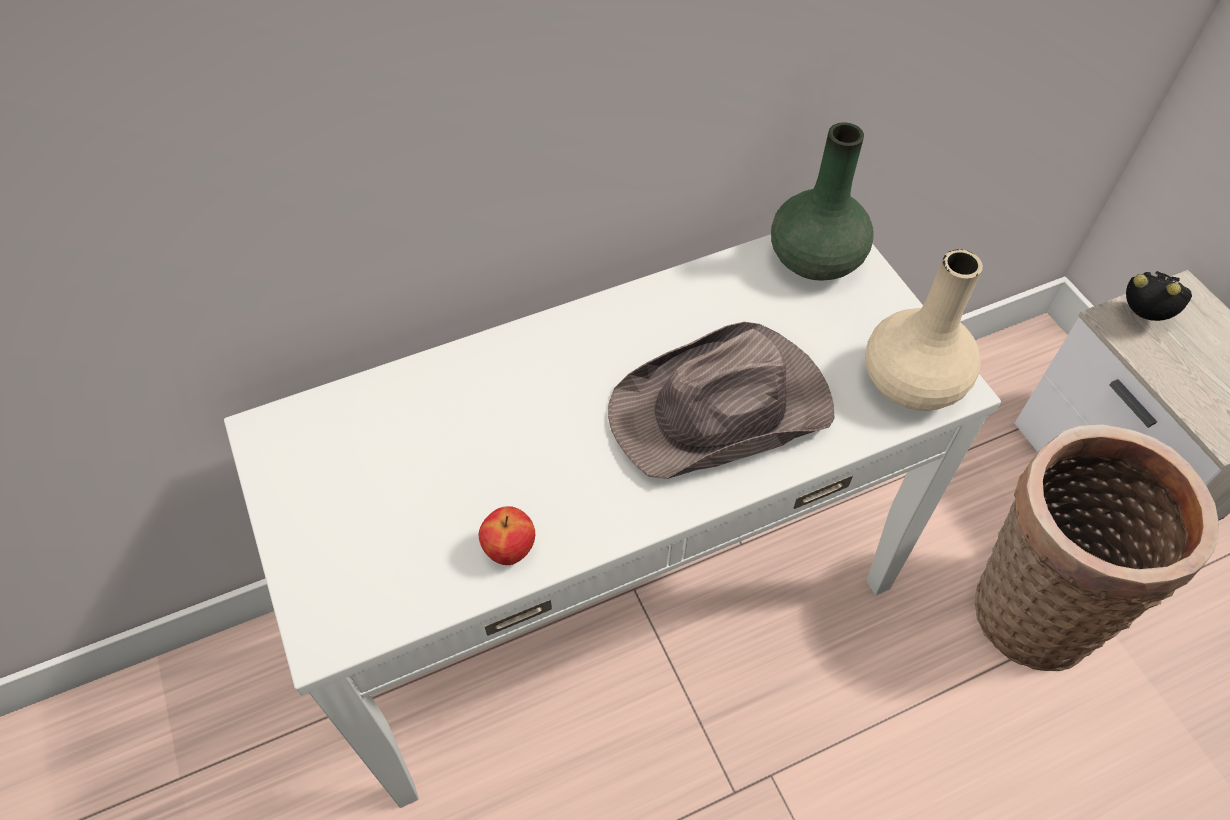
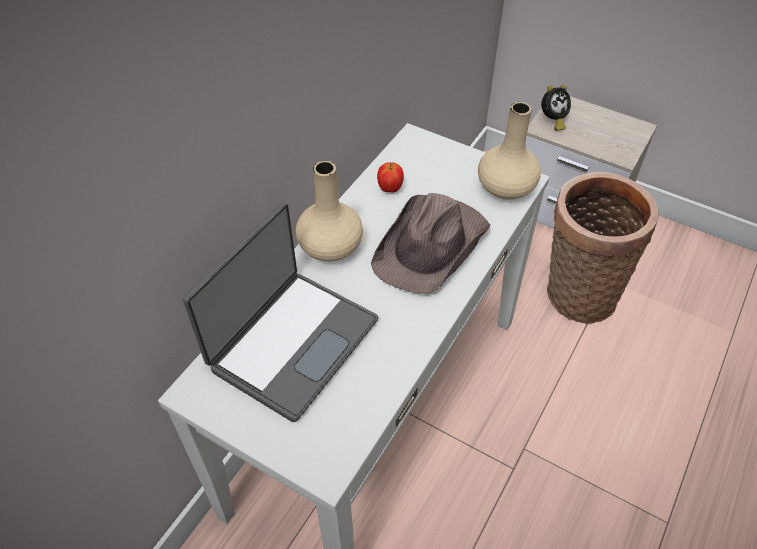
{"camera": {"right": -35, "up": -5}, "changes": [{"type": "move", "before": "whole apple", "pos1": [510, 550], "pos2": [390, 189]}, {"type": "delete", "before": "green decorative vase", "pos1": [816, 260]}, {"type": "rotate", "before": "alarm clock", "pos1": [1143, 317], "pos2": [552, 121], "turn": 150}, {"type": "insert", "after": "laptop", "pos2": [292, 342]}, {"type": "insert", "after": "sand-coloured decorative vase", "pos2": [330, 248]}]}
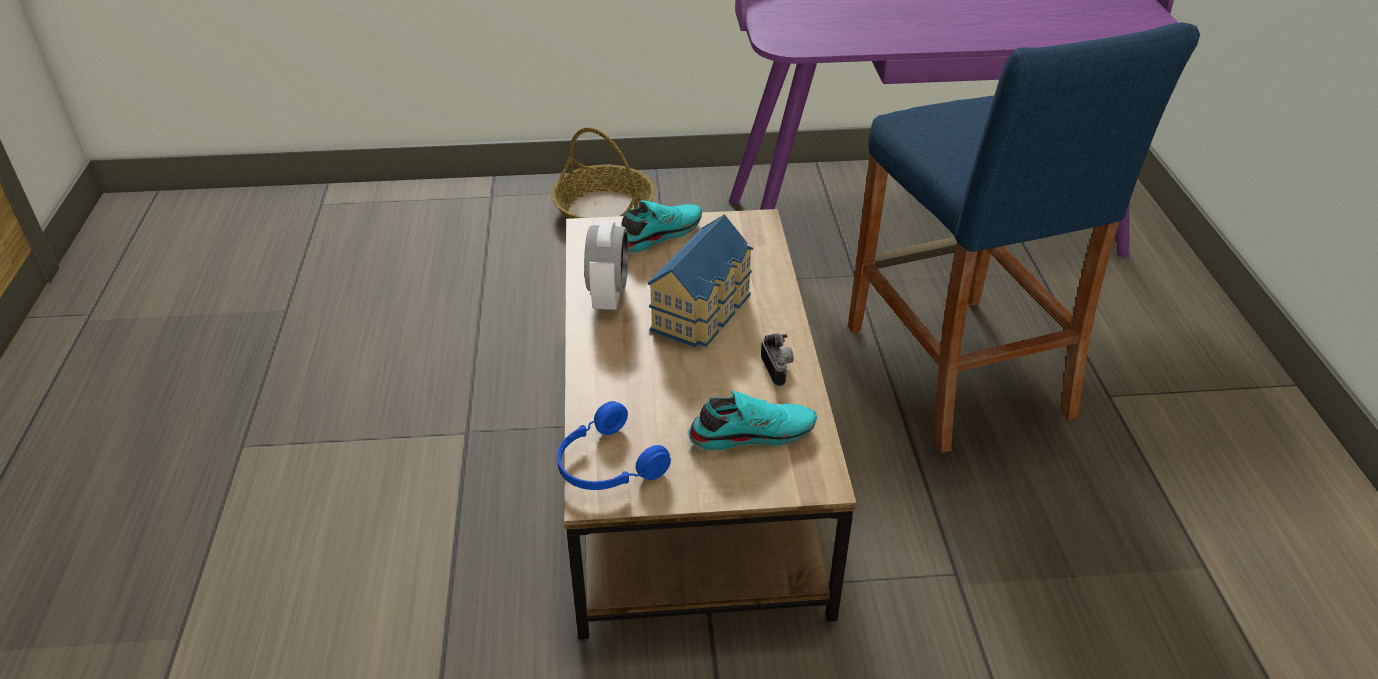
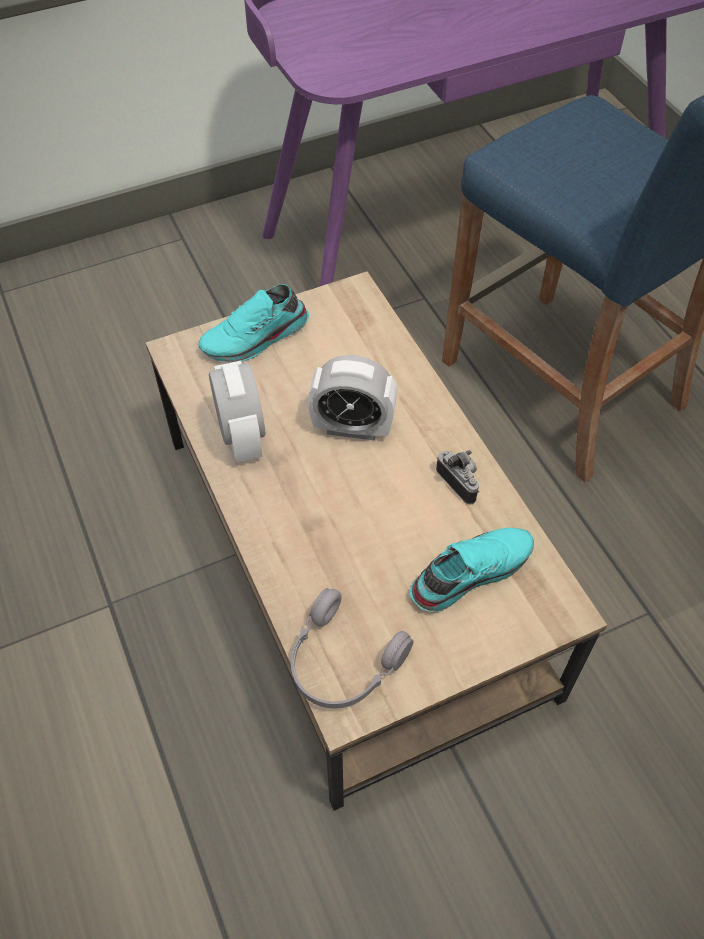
{"camera": {"right": -20, "up": 15}, "changes": [{"type": "delete", "before": "basket", "pos1": [604, 209]}, {"type": "recolor", "before": "blue pair of headphones", "after": "gray pair of headphones", "pos1": [606, 465], "pos2": [341, 663]}, {"type": "rotate", "before": "turquoise-coloured shoe", "pos1": [657, 234], "pos2": [256, 339], "turn": -150}, {"type": "replace", "before": "toy house", "after": "alarm clock", "pos1": [704, 311], "pos2": [352, 427]}]}
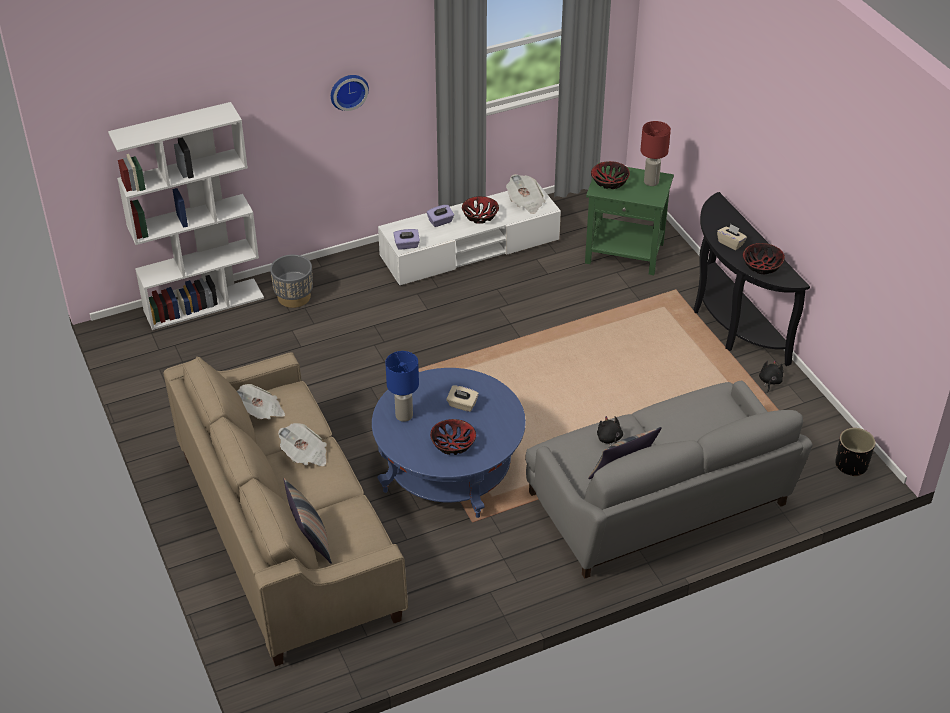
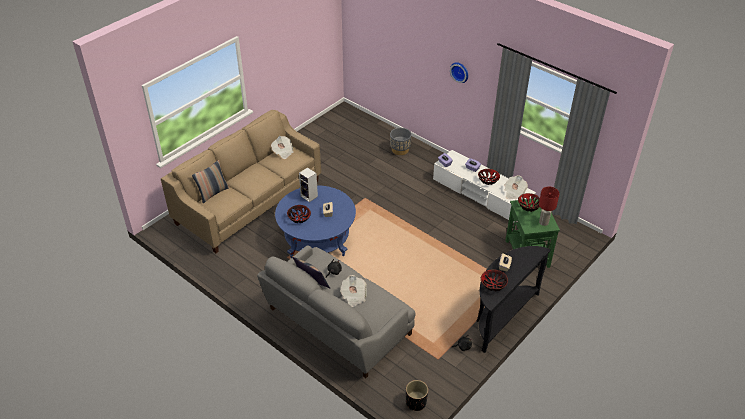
{"camera": {"right": 65, "up": 0}, "changes": [{"type": "delete", "before": "white bookcase", "pos1": [204, 303]}, {"type": "move", "before": "daily paper", "pos1": [305, 455], "pos2": [353, 296]}, {"type": "replace", "before": "blue table lamp", "after": "loudspeaker", "pos1": [404, 415], "pos2": [309, 196]}]}
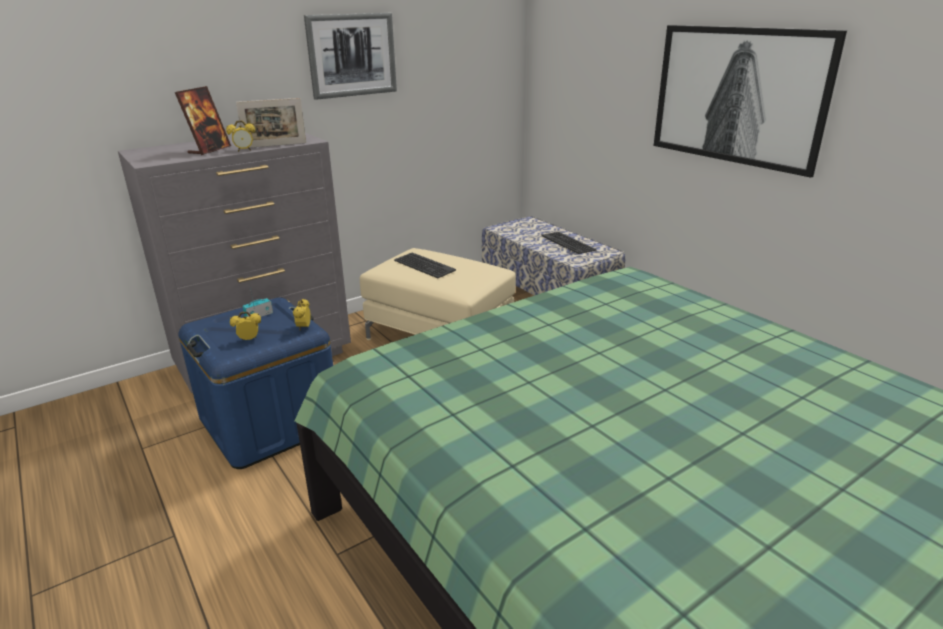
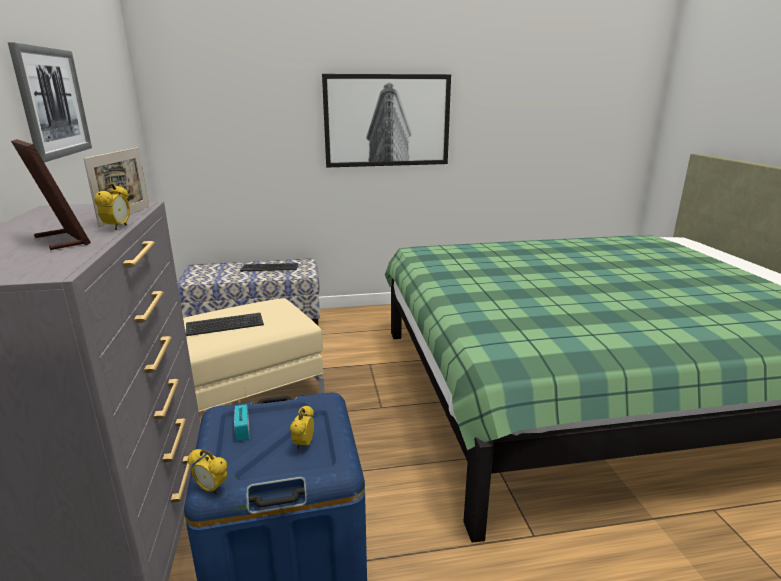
{"camera": {"right": -65, "up": -5}, "changes": [{"type": "move", "before": "alarm clock", "pos1": [304, 328], "pos2": [211, 489]}]}
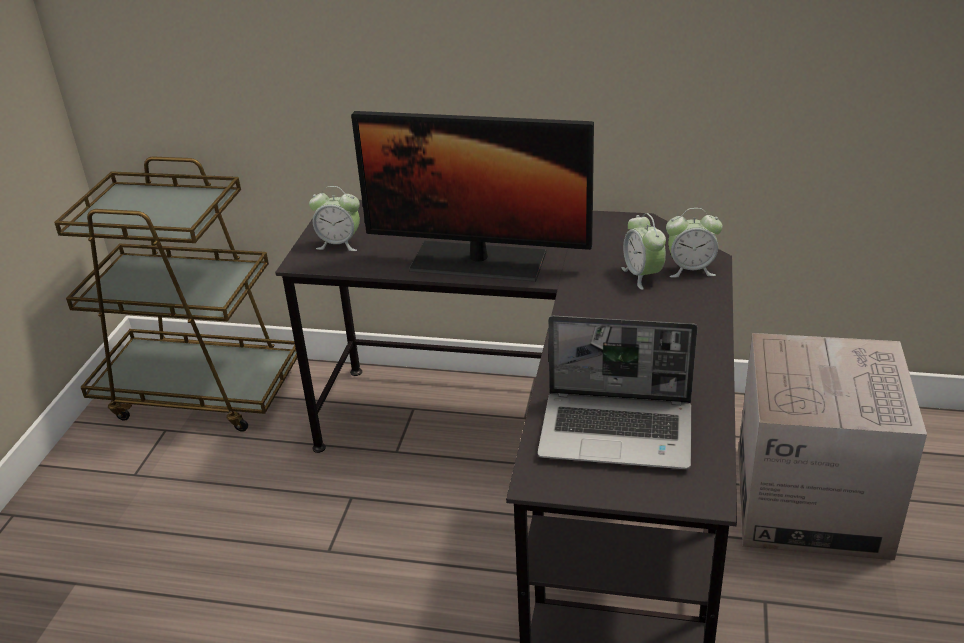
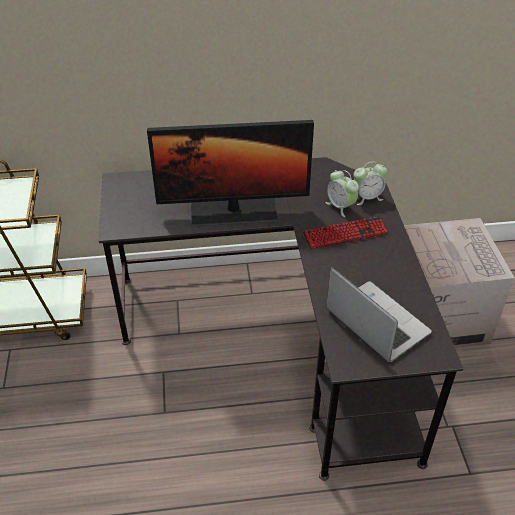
{"camera": {"right": -20, "up": 10}, "changes": [{"type": "delete", "before": "alarm clock", "pos1": [339, 244]}, {"type": "rotate", "before": "laptop", "pos1": [618, 431], "pos2": [375, 322], "turn": -120}, {"type": "insert", "after": "computer keyboard", "pos2": [345, 234]}]}
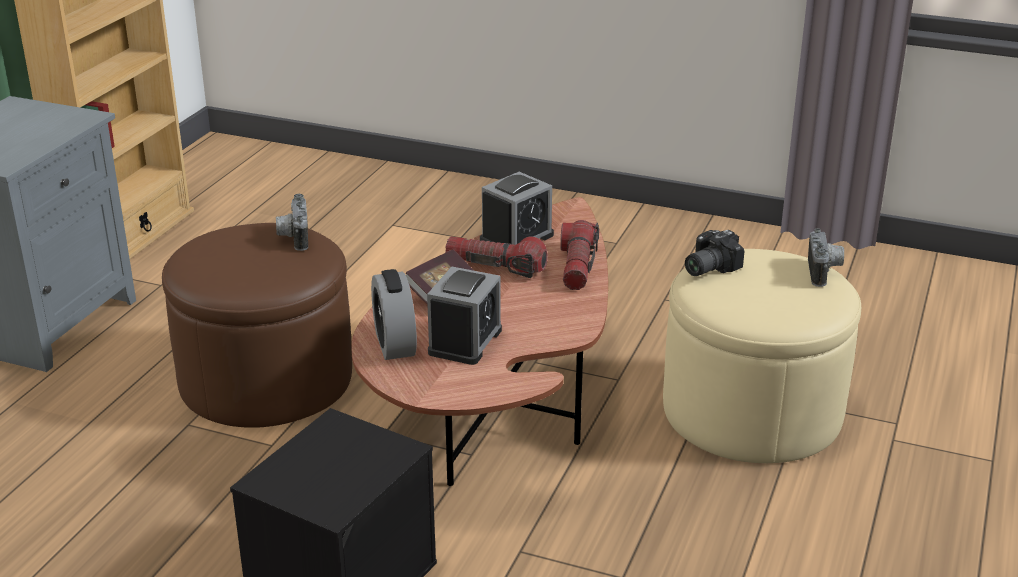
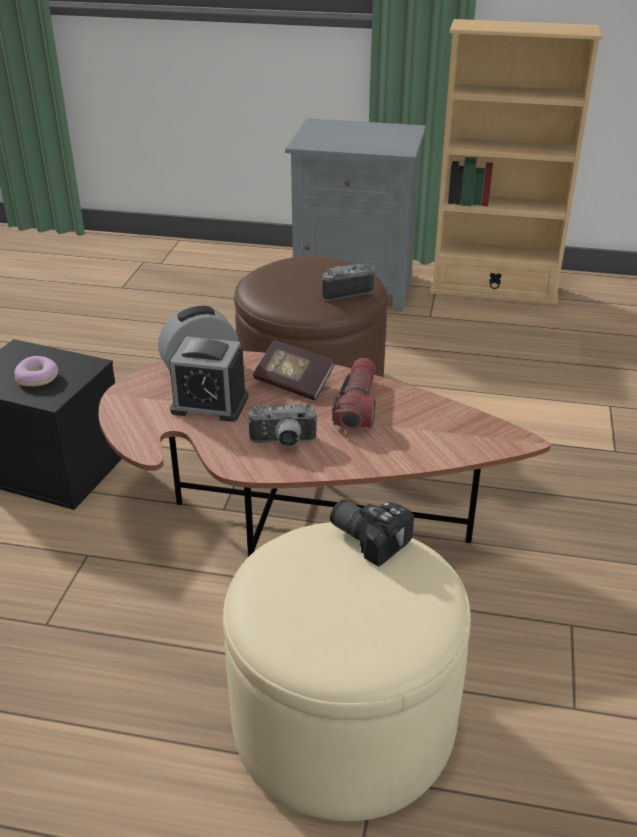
{"camera": {"right": 80, "up": 5}, "changes": [{"type": "delete", "before": "alarm clock", "pos1": [516, 238]}, {"type": "delete", "before": "torch", "pos1": [577, 267]}, {"type": "move", "before": "still camera", "pos1": [824, 272], "pos2": [283, 443]}, {"type": "insert", "after": "donut", "pos2": [38, 378]}]}
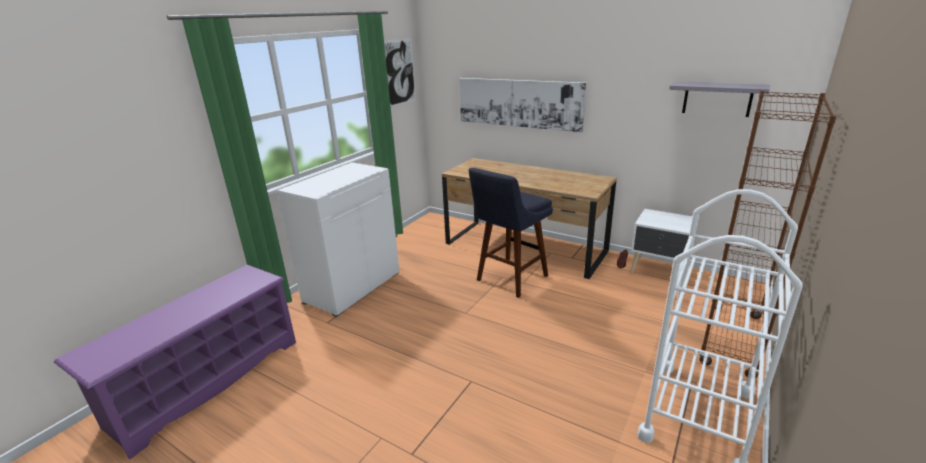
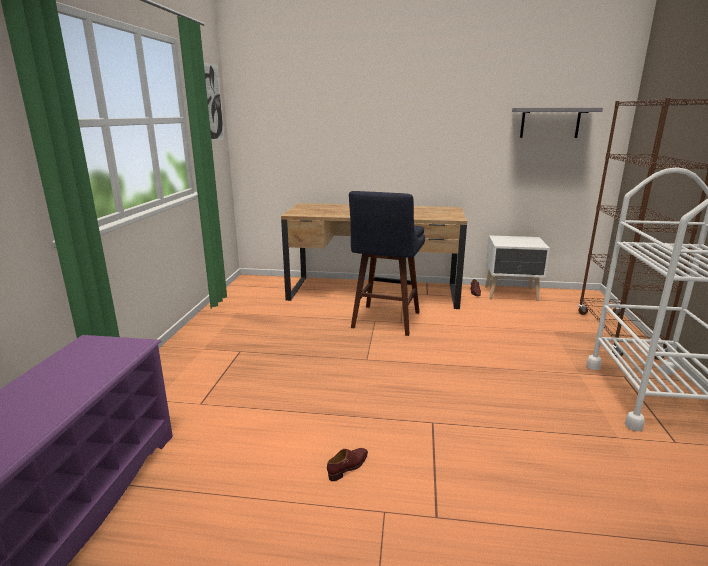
{"camera": {"right": -25, "up": -5}, "changes": [{"type": "delete", "before": "white storage cabinet", "pos1": [352, 287]}, {"type": "delete", "before": "wall art", "pos1": [518, 103]}, {"type": "insert", "after": "brown shoe", "pos2": [348, 467]}]}
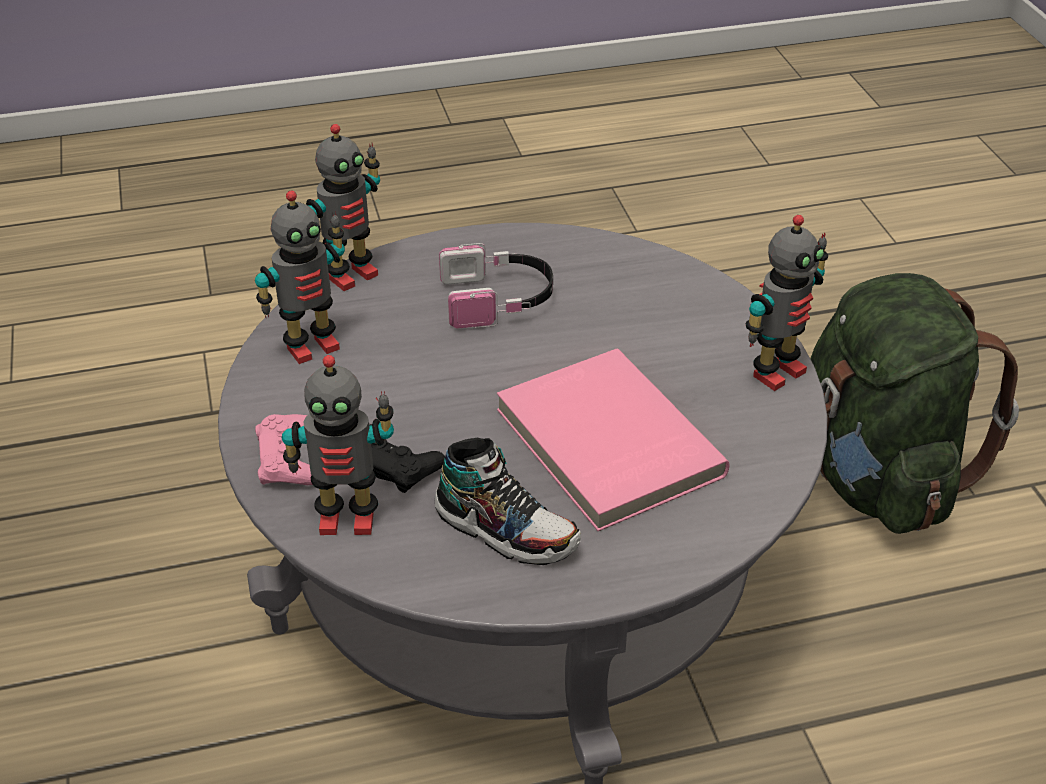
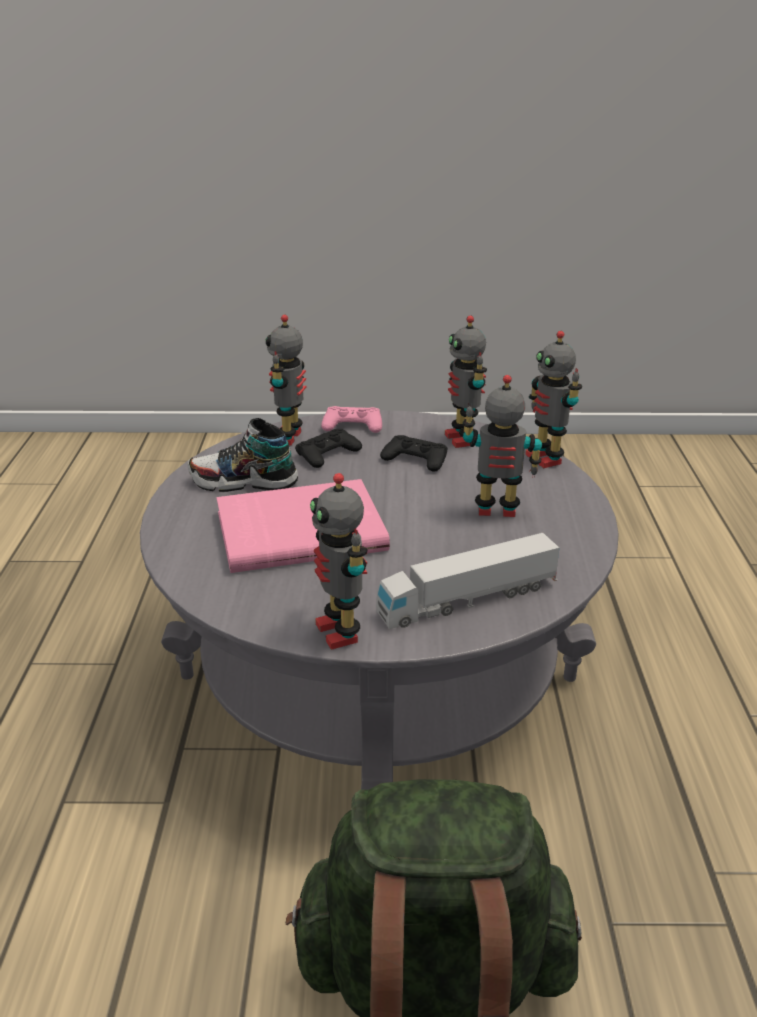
{"camera": {"right": 105, "up": -10}, "changes": [{"type": "rotate", "before": "shoe", "pos1": [506, 530], "pos2": [244, 482], "turn": 45}, {"type": "replace", "before": "pair of headphones", "after": "toy robot", "pos1": [498, 300], "pos2": [496, 512]}, {"type": "insert", "after": "model truck", "pos2": [468, 599]}, {"type": "insert", "after": "black-coloured joypad", "pos2": [415, 459]}]}
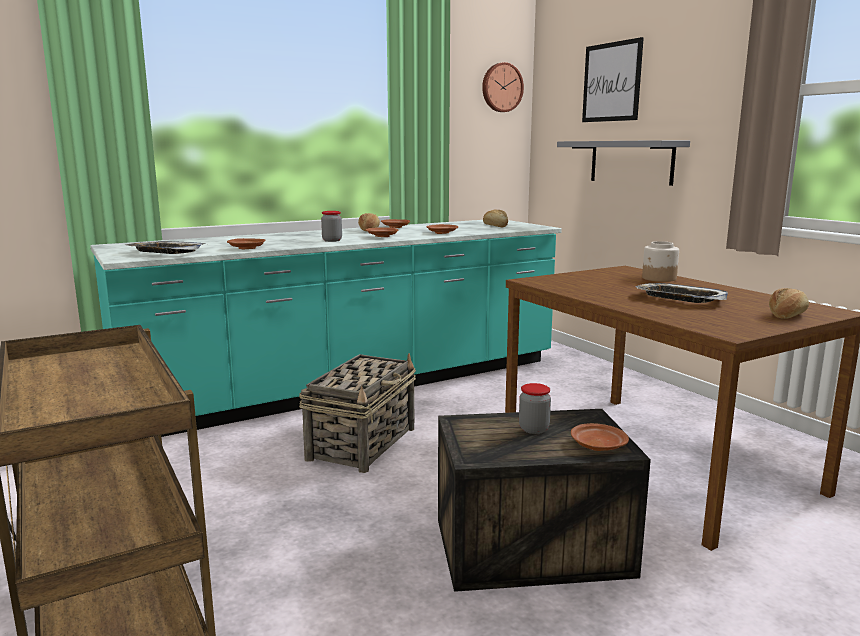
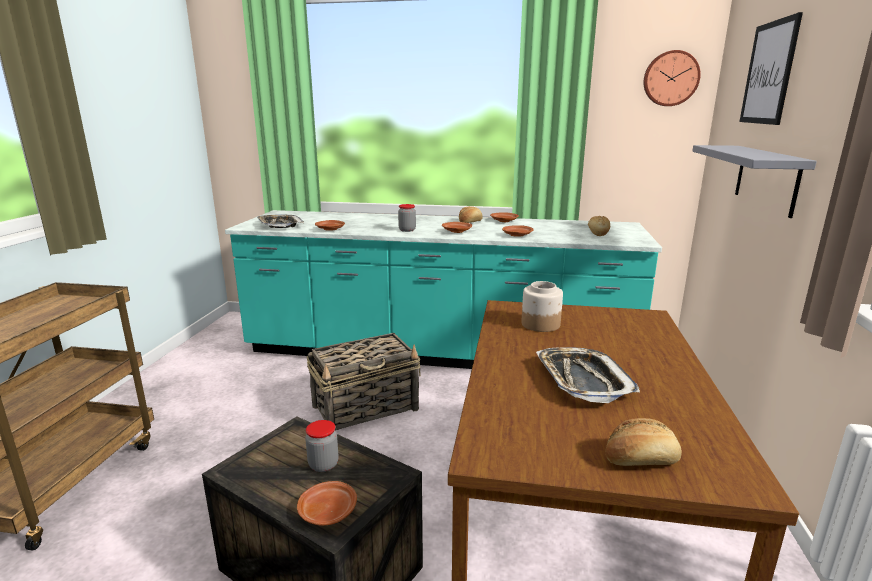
{"camera": {"right": 40, "up": 5}, "changes": [{"type": "move", "before": "preserve jar", "pos1": [659, 278], "pos2": [540, 324]}]}
